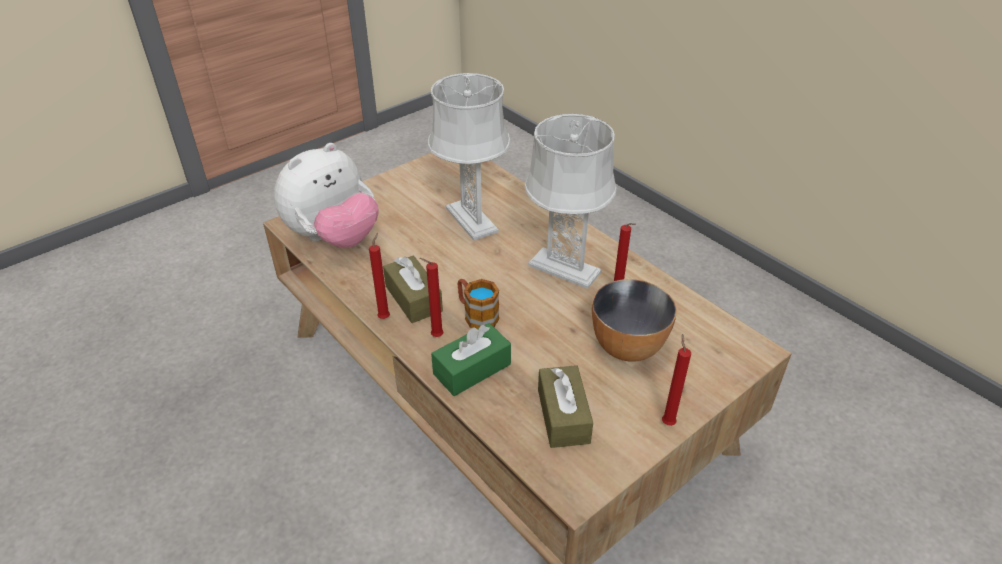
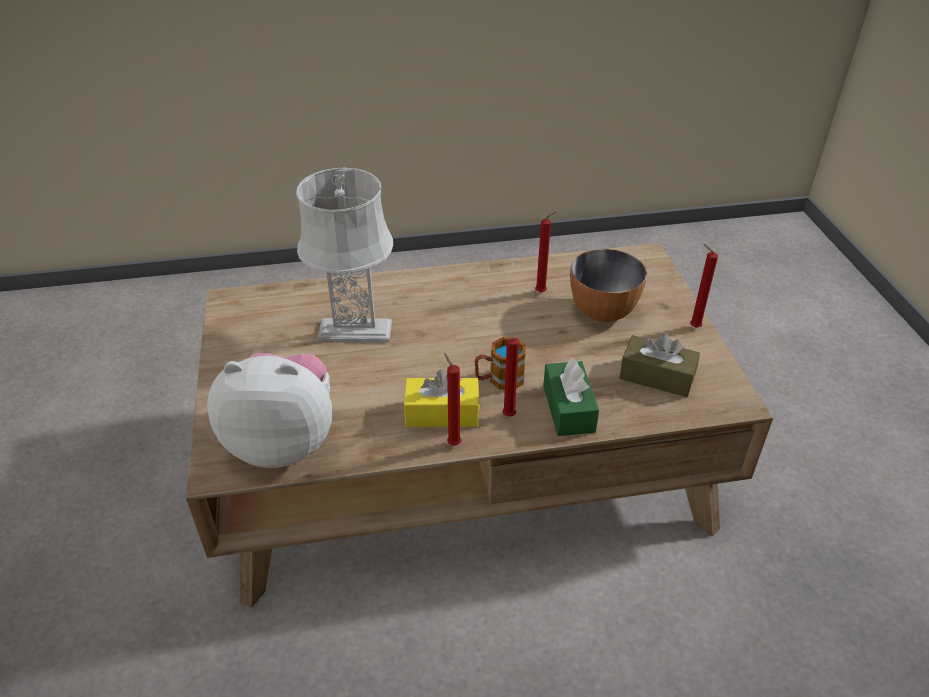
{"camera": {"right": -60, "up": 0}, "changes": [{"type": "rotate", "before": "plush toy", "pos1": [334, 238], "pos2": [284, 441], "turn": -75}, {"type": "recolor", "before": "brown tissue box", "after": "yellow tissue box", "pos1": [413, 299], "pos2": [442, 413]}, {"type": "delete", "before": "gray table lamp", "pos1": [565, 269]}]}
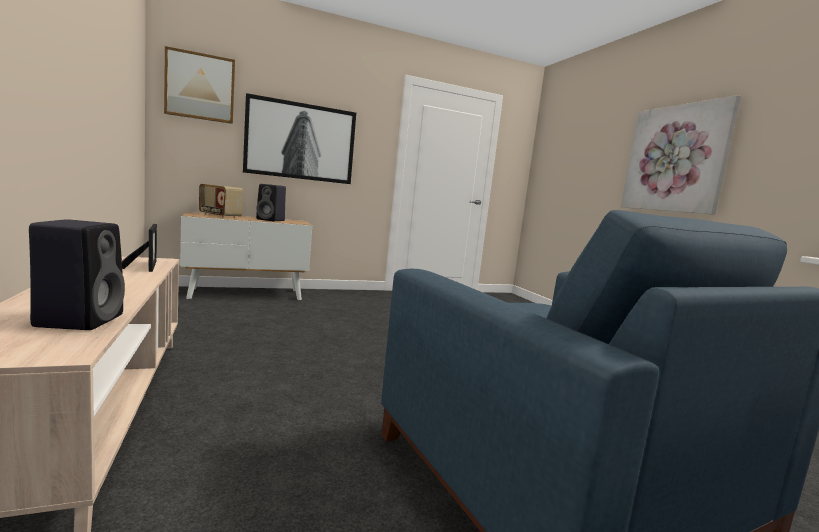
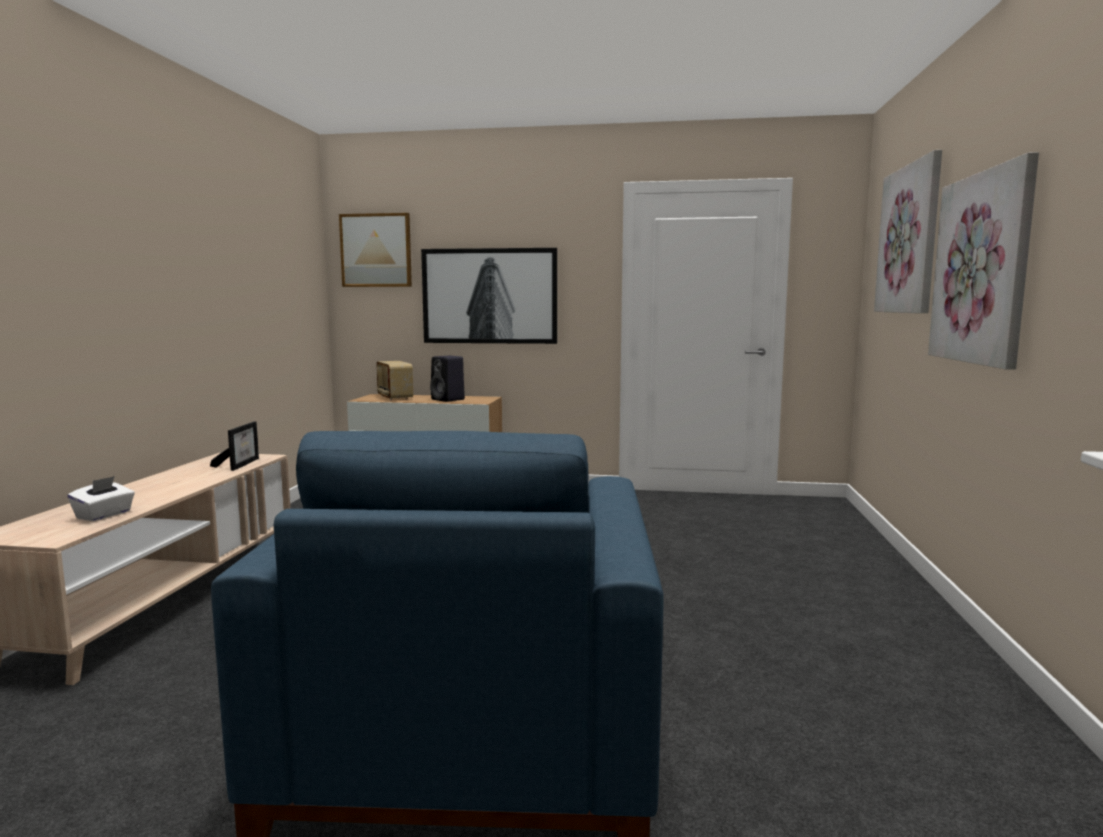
{"camera": {"right": 30, "up": 0}, "changes": [{"type": "replace", "before": "black-coloured loudspeaker", "after": "white tissue box", "pos1": [80, 320], "pos2": [104, 515]}, {"type": "insert", "after": "wall art", "pos2": [908, 240]}]}
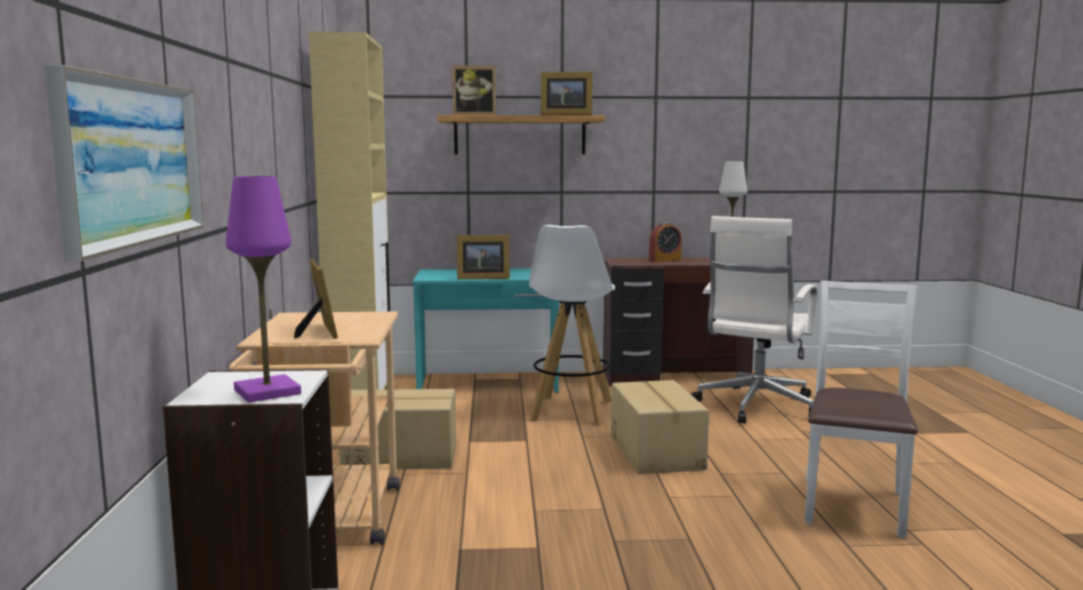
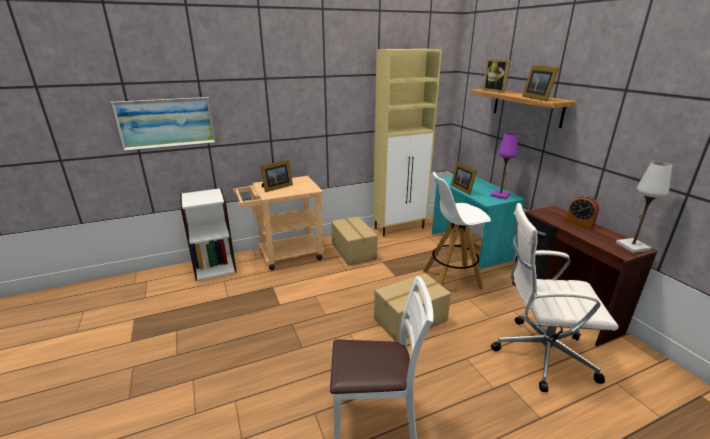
{"camera": {"right": 70, "up": 15}, "changes": [{"type": "move", "before": "purplish table lamp", "pos1": [267, 392], "pos2": [500, 195]}]}
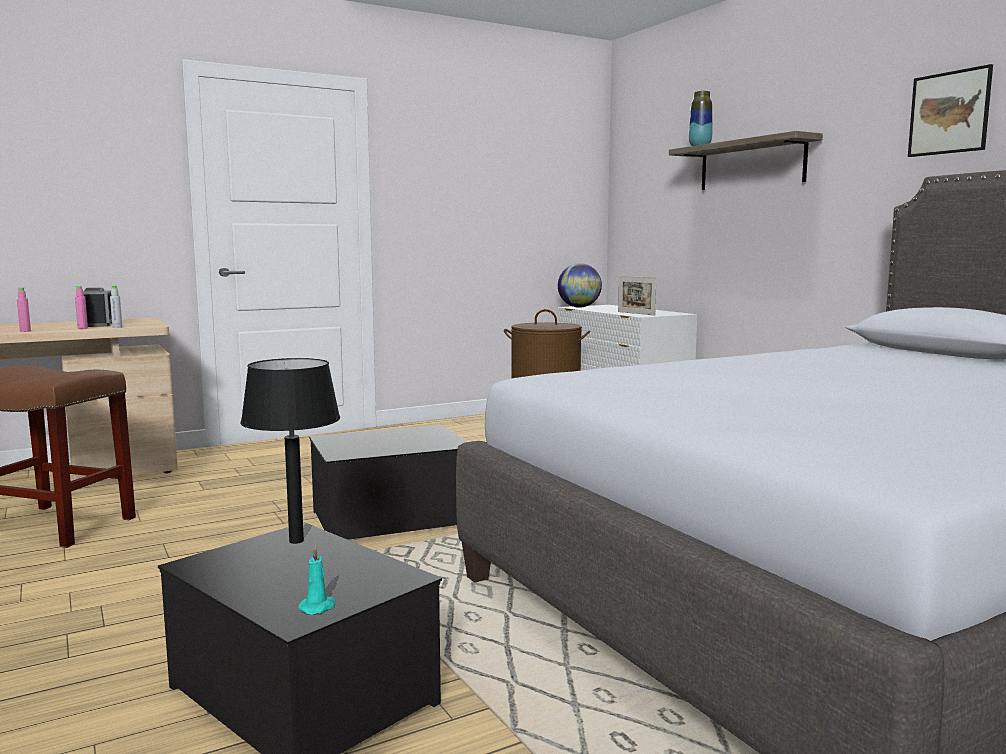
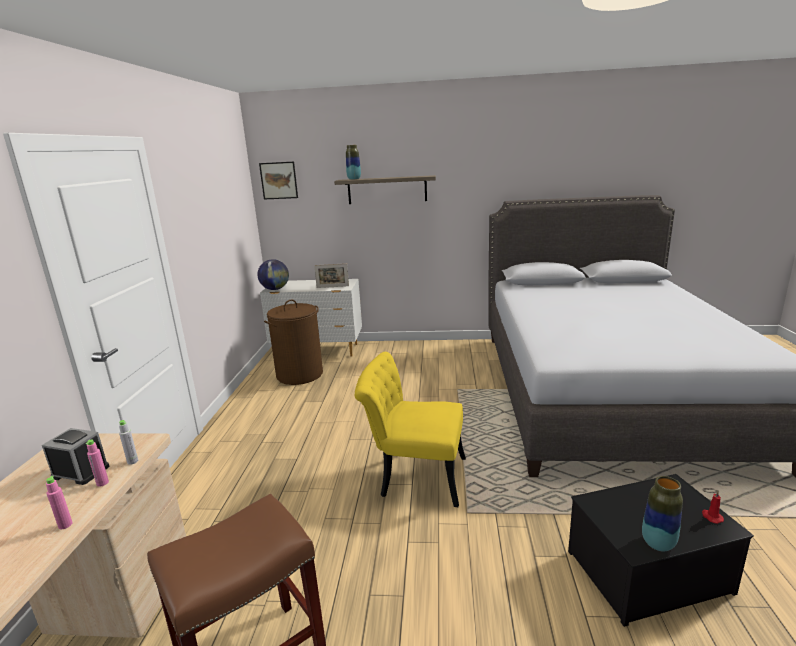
{"camera": {"right": -55, "up": 10}, "changes": [{"type": "delete", "before": "black-coloured table lamp", "pos1": [296, 541]}, {"type": "recolor", "before": "turquoise-coloured wax candle", "after": "red-coloured wax candle", "pos1": [318, 607], "pos2": [711, 517]}, {"type": "replace", "before": "storage container", "after": "yellow plain chair", "pos1": [391, 518], "pos2": [414, 476]}, {"type": "move", "before": "wall art", "pos1": [949, 113], "pos2": [279, 180]}, {"type": "insert", "after": "decorative vase", "pos2": [658, 543]}]}
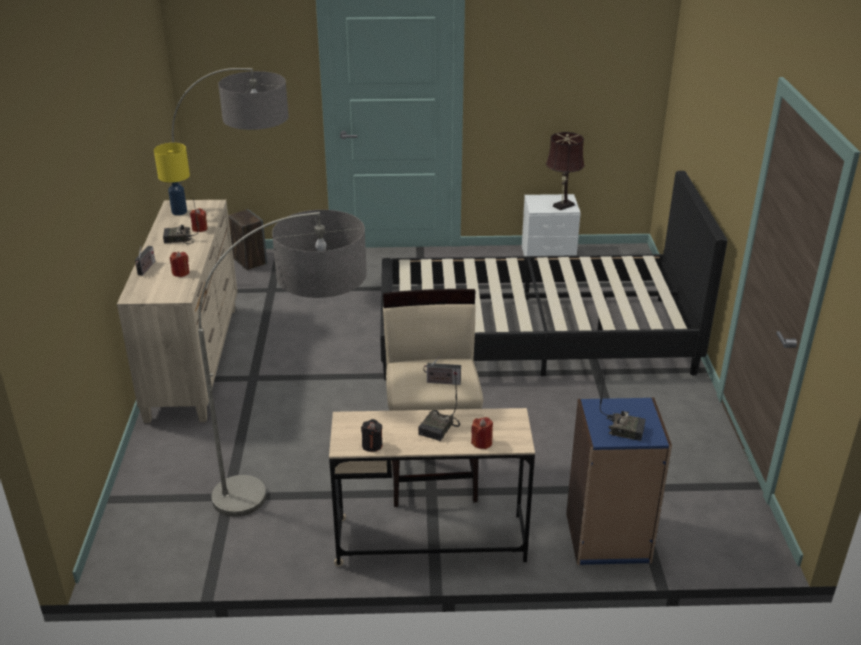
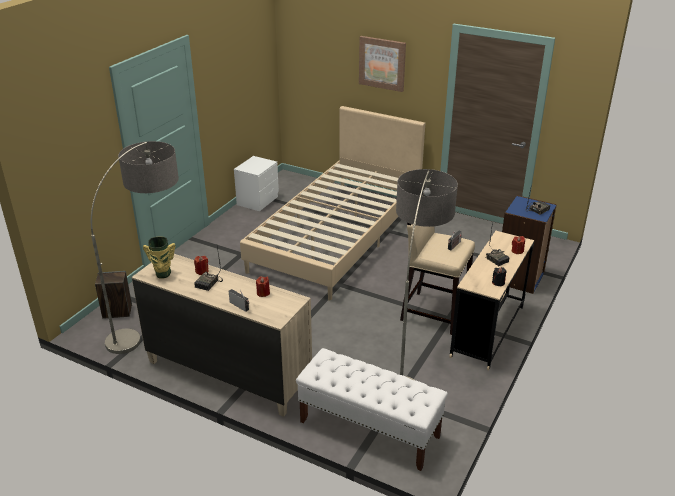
{"camera": {"right": -60, "up": 0}, "changes": [{"type": "replace", "before": "yellow table lamp", "after": "decorative vase", "pos1": [180, 212], "pos2": [162, 274]}, {"type": "recolor", "before": "black-coloured bedroom bed", "after": "sand-coloured bedroom bed", "pos1": [534, 337], "pos2": [337, 236]}, {"type": "delete", "before": "brown table lamp", "pos1": [561, 206]}, {"type": "insert", "after": "white indoor bench", "pos2": [368, 429]}, {"type": "insert", "after": "wall art", "pos2": [382, 63]}]}
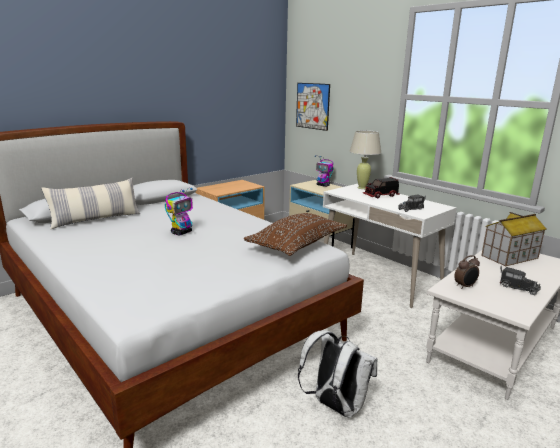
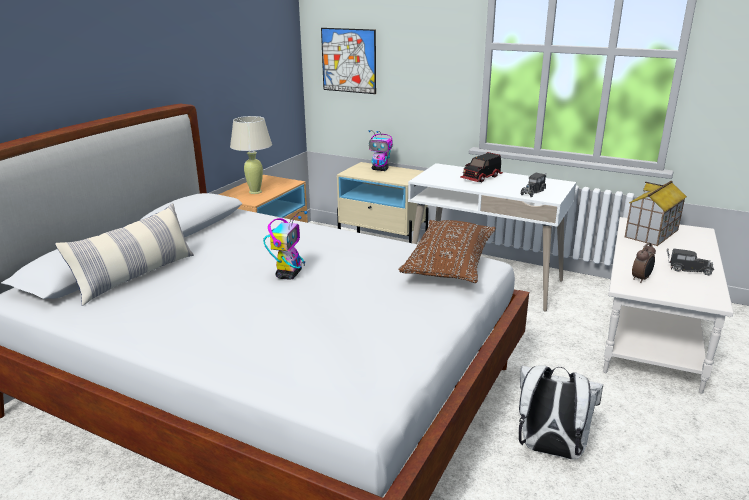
{"camera": {"right": -20, "up": 5}, "changes": [{"type": "move", "before": "sand-coloured table lamp", "pos1": [362, 188], "pos2": [255, 192]}]}
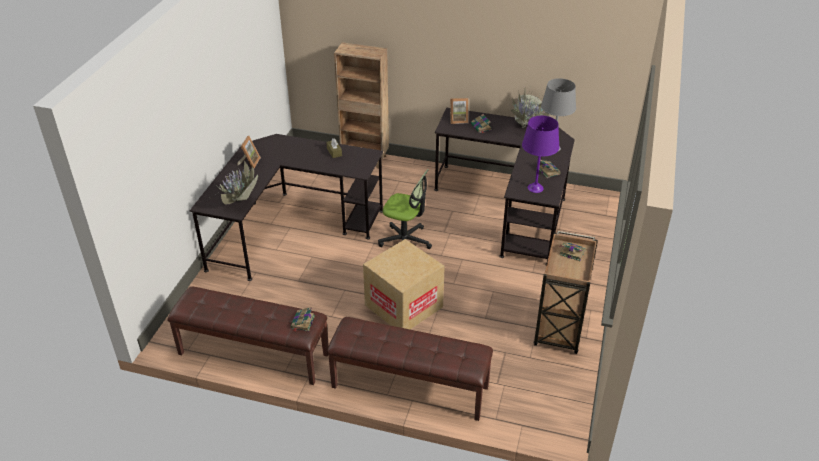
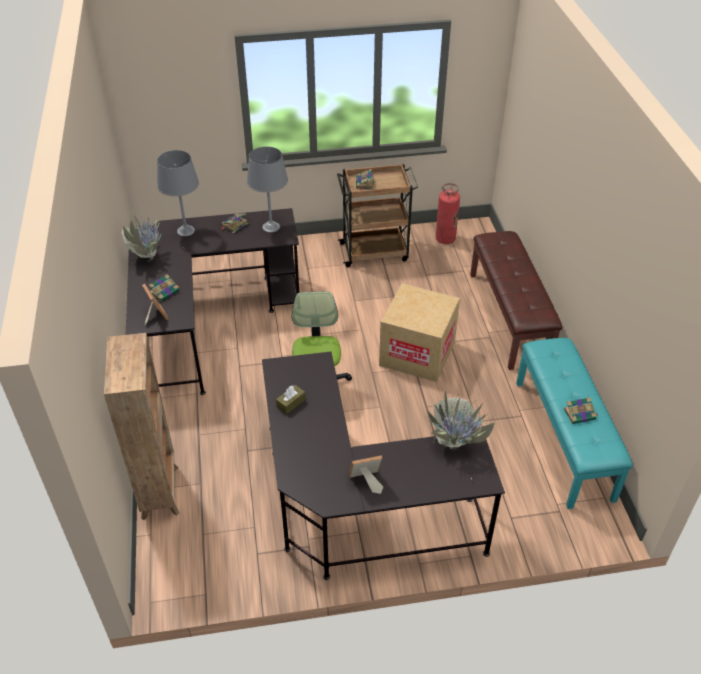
{"camera": {"right": -115, "up": 5}, "changes": [{"type": "recolor", "before": "brown indoor bench", "after": "turquoise-coloured indoor bench", "pos1": [253, 354], "pos2": [564, 439]}, {"type": "move", "before": "book", "pos1": [302, 322], "pos2": [580, 414]}, {"type": "recolor", "before": "purplish table lamp", "after": "gray table lamp", "pos1": [535, 188], "pos2": [270, 227]}, {"type": "insert", "after": "fire extinguisher", "pos2": [445, 239]}]}
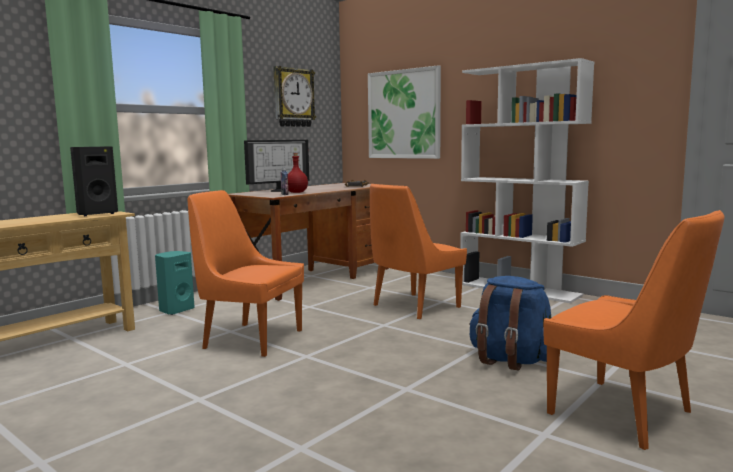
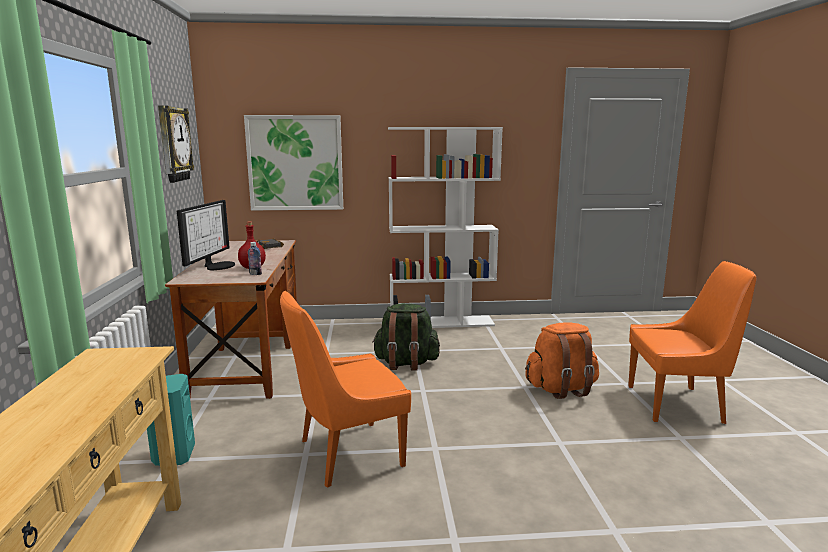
{"camera": {"right": -45, "up": 5}, "changes": [{"type": "delete", "before": "black-coloured loudspeaker", "pos1": [96, 214]}, {"type": "replace", "before": "orangey plain chair", "after": "green rucksack", "pos1": [413, 307], "pos2": [406, 363]}, {"type": "recolor", "before": "blue rucksack", "after": "orangey rucksack", "pos1": [511, 360], "pos2": [561, 389]}]}
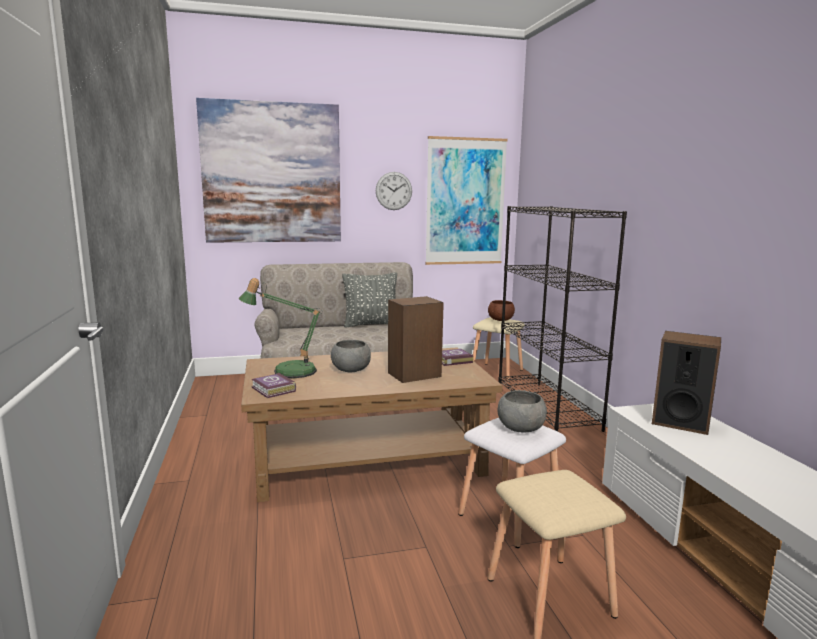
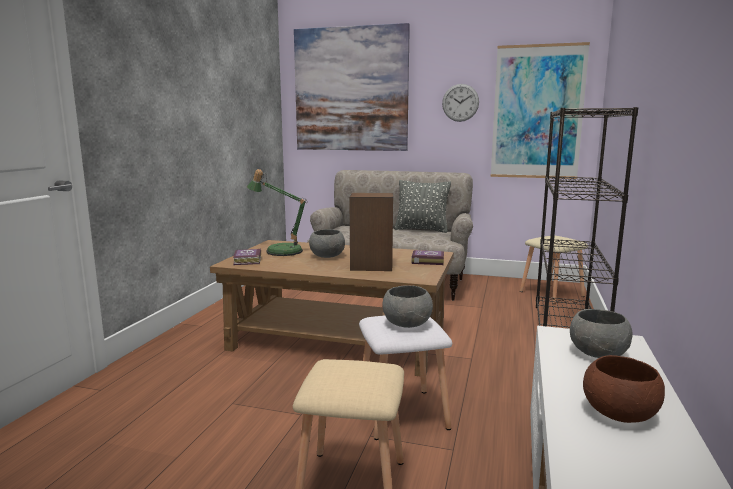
{"camera": {"right": 30, "up": 0}, "changes": [{"type": "move", "before": "brown deep dish", "pos1": [500, 320], "pos2": [618, 413]}, {"type": "replace", "before": "loudspeaker", "after": "gray deep dish", "pos1": [680, 422], "pos2": [598, 353]}]}
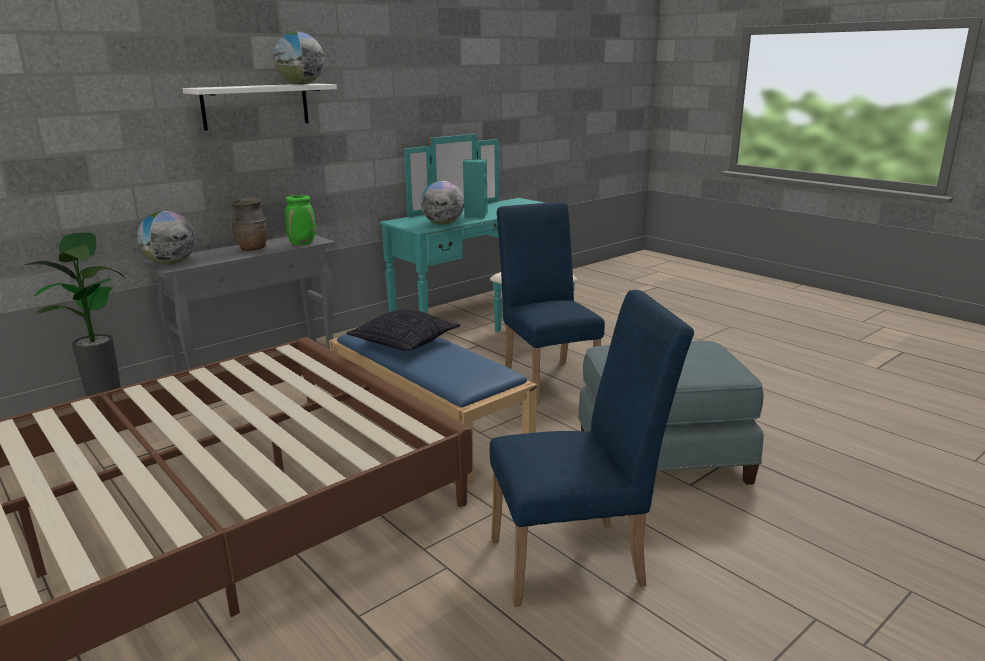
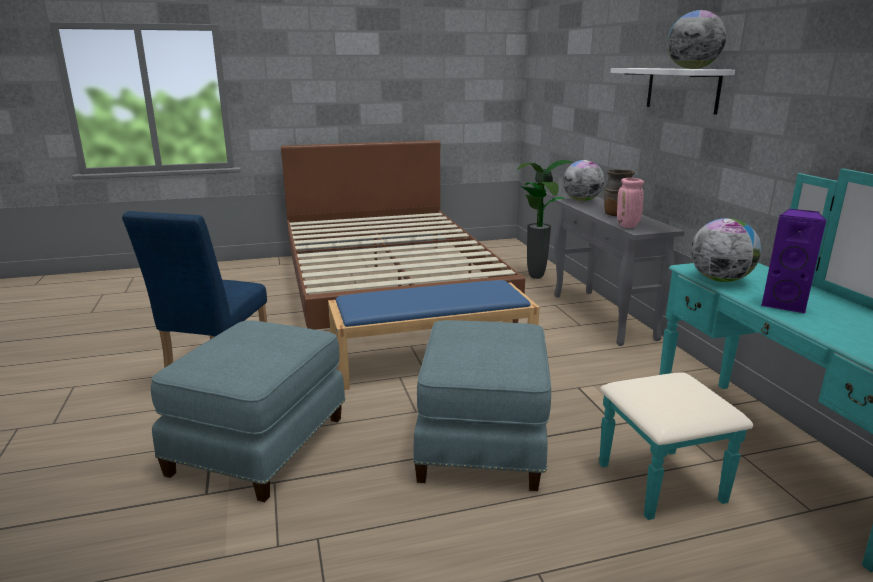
{"camera": {"right": 115, "up": 0}, "changes": [{"type": "recolor", "before": "green decorative vase", "after": "pinkish decorative vase", "pos1": [303, 243], "pos2": [628, 226]}, {"type": "delete", "before": "pillow", "pos1": [403, 343]}, {"type": "recolor", "before": "turquoise-coloured loudspeaker", "after": "purplish loudspeaker", "pos1": [476, 216], "pos2": [784, 304]}, {"type": "replace", "before": "blue plain chair", "after": "blue pouffe", "pos1": [547, 378], "pos2": [483, 441]}]}
